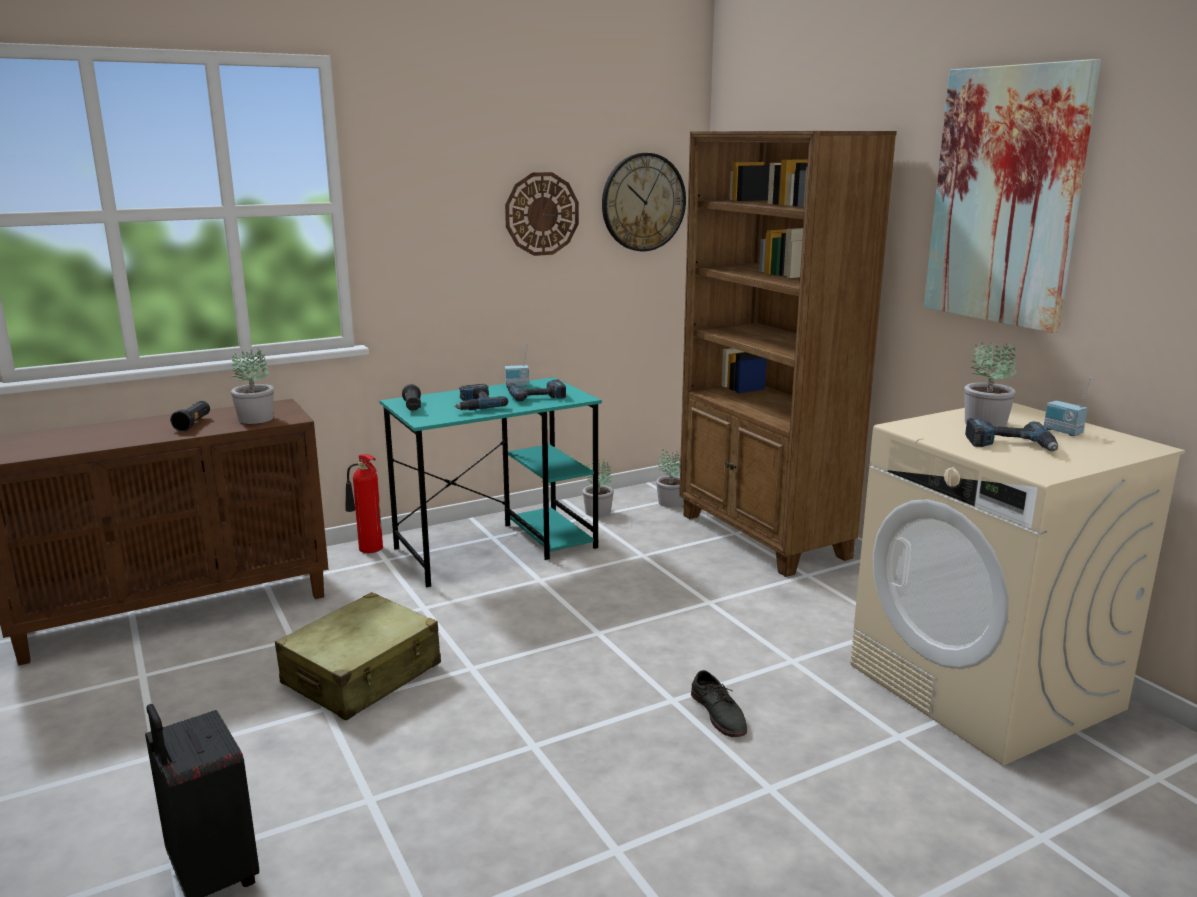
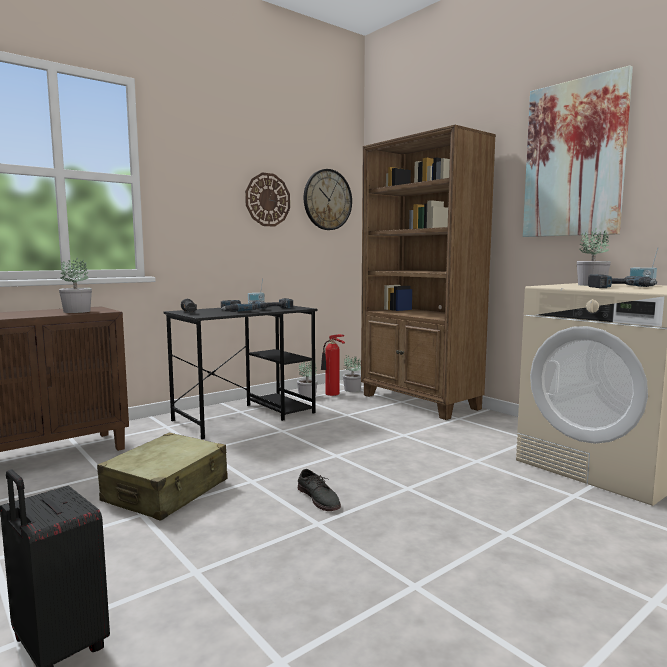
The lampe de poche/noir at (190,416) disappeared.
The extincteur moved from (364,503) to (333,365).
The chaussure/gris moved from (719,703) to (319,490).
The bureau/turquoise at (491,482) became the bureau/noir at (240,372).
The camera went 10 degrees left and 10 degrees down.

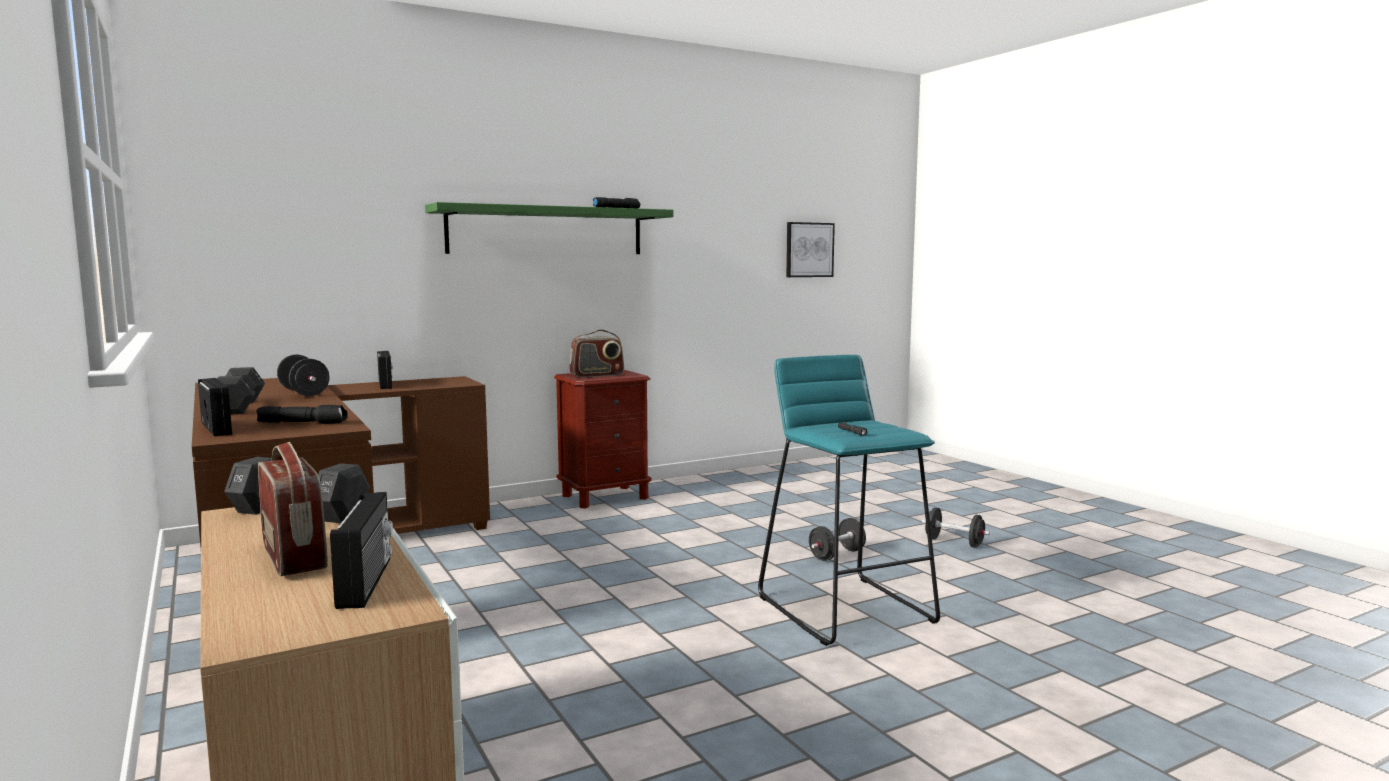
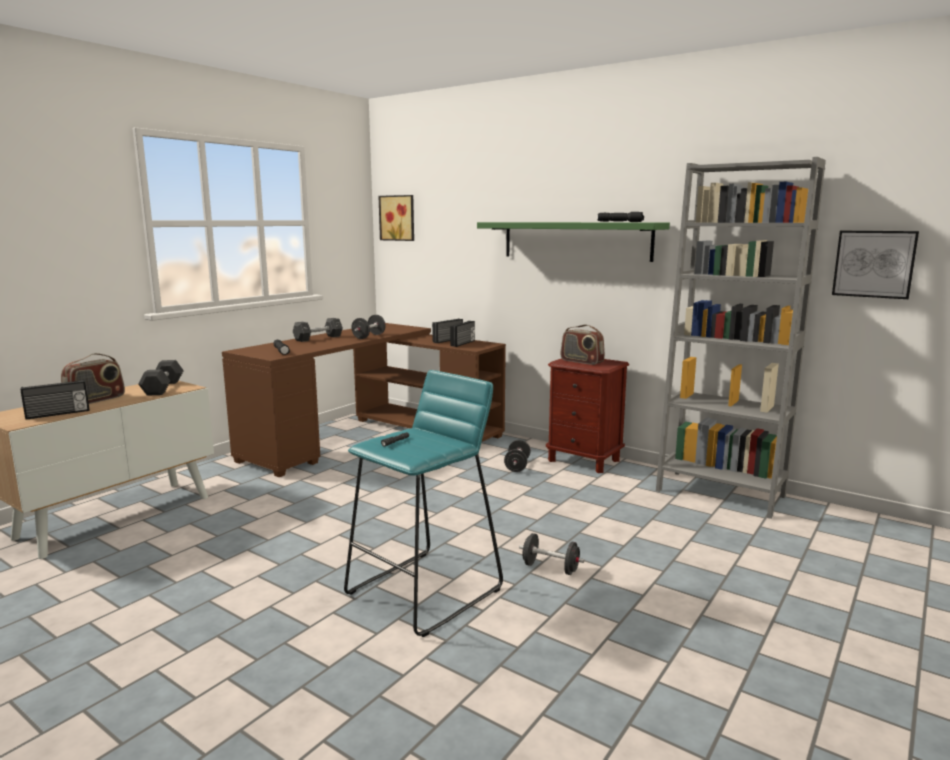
The tableau at (396,218) appeared.
The bibliothèque/gris at (741,338) appeared.
The radio moved from (215,407) to (462,334).
The haltère/noir moved from (955,528) to (517,456).
The camera went 65 degrees right and 5 degrees up.

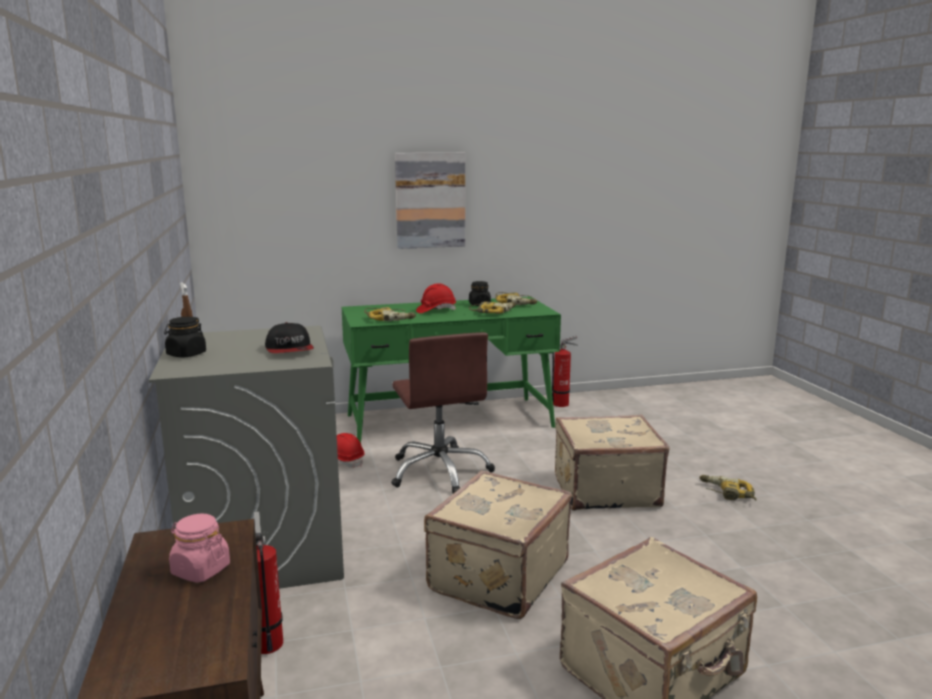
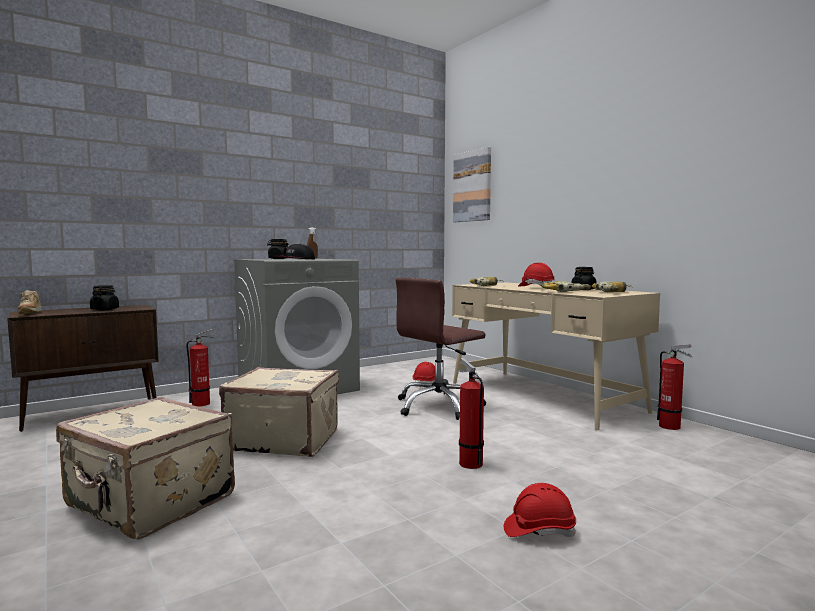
The chaussure/beige at (30,302) appeared.
The tableau moved from (430,201) to (472,184).
The valise/beige at (612,462) was replaced by the extincteur at (471,413).
The perceuse at (728,487) was replaced by the casque de chantier/rouge at (540,510).
The bocal/rose at (199,548) became the bocal/noir at (104,297).
The bureau/vert at (451,370) became the bureau/beige at (556,356).
The camera went 70 degrees right and 10 degrees down.

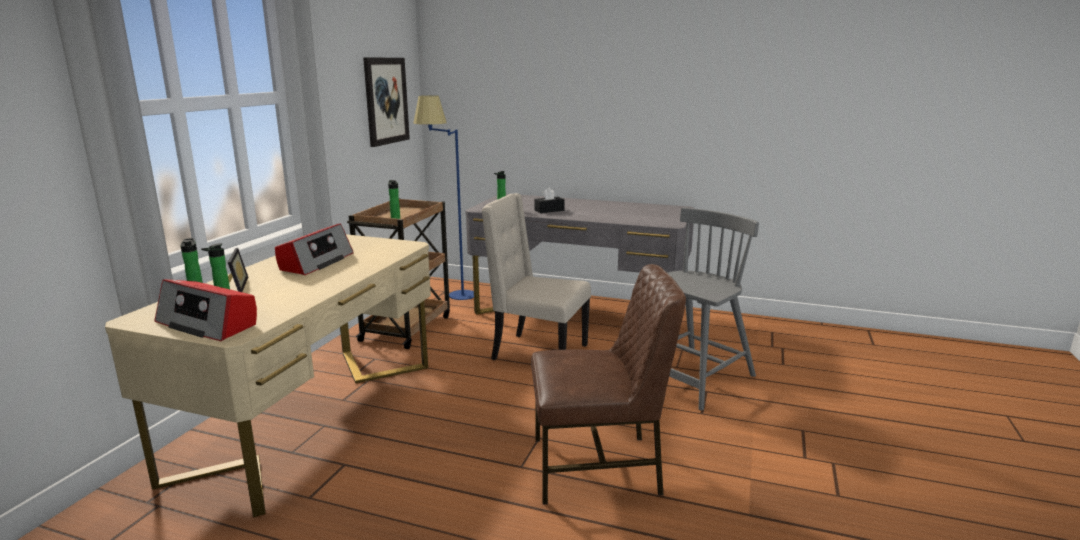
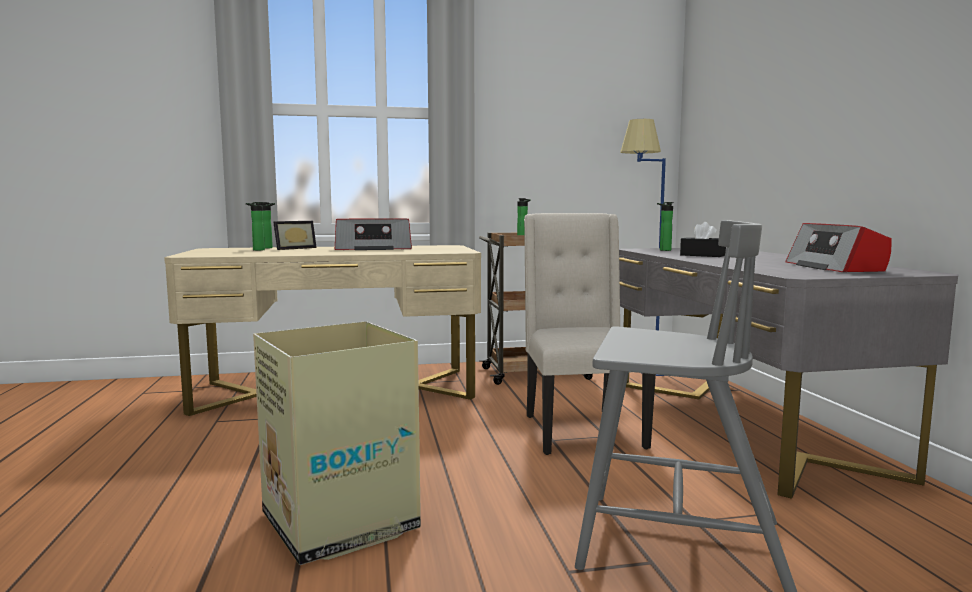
The tableau at (386,102) disappeared.
The radio moved from (205,310) to (839,247).
The chaise/marron at (608,384) was replaced by the carton at (337,443).
The camera went 60 degrees right and 10 degrees down.

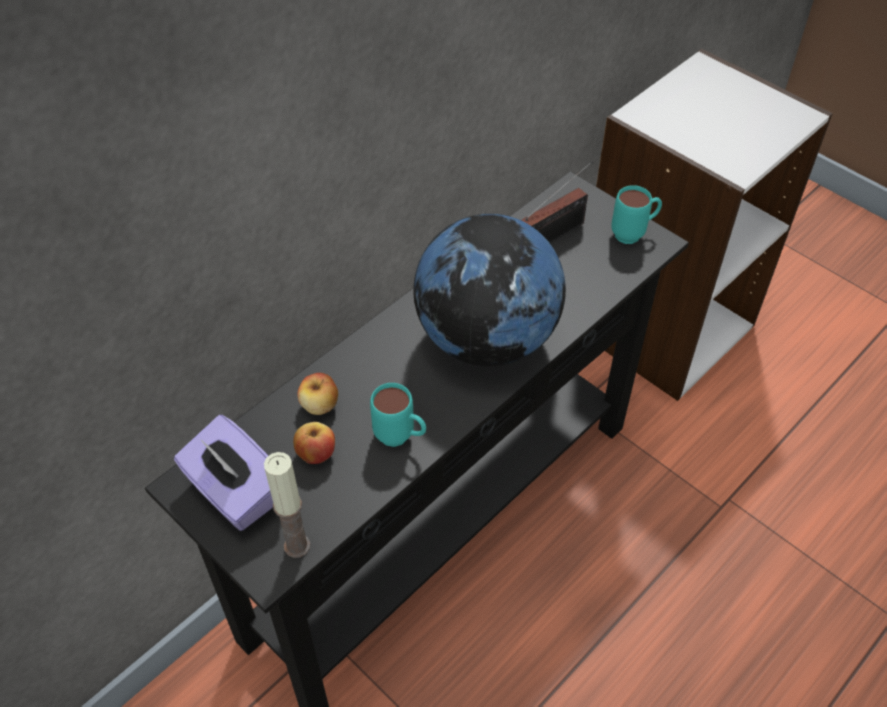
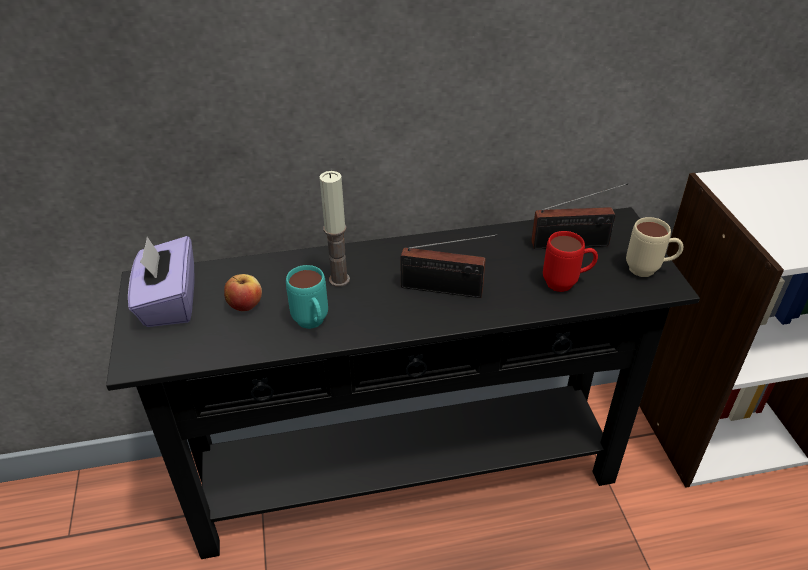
The pomme at (317,394) disappeared.
The mug/rouge at (570,261) appeared.
The bougie moved from (287,505) to (335,229).
The globe at (489,290) was replaced by the radio at (449,266).
The mug/turquoise at (636,214) became the mug/beige at (654,247).
The camera went 35 degrees right and 10 degrees down.

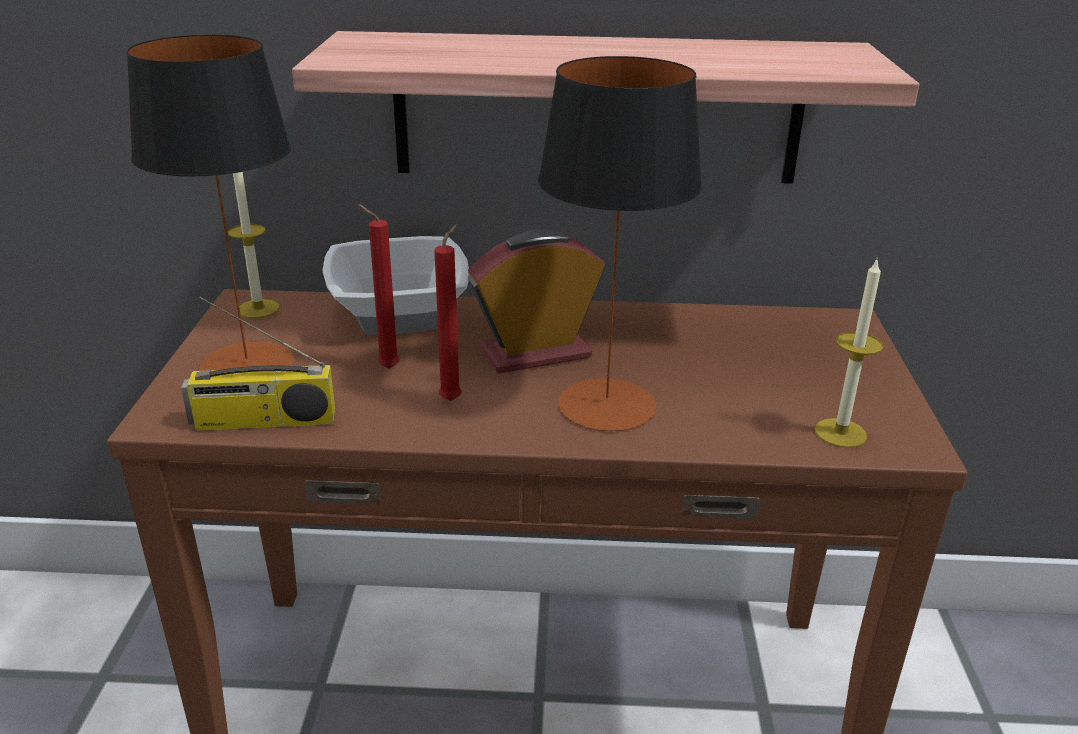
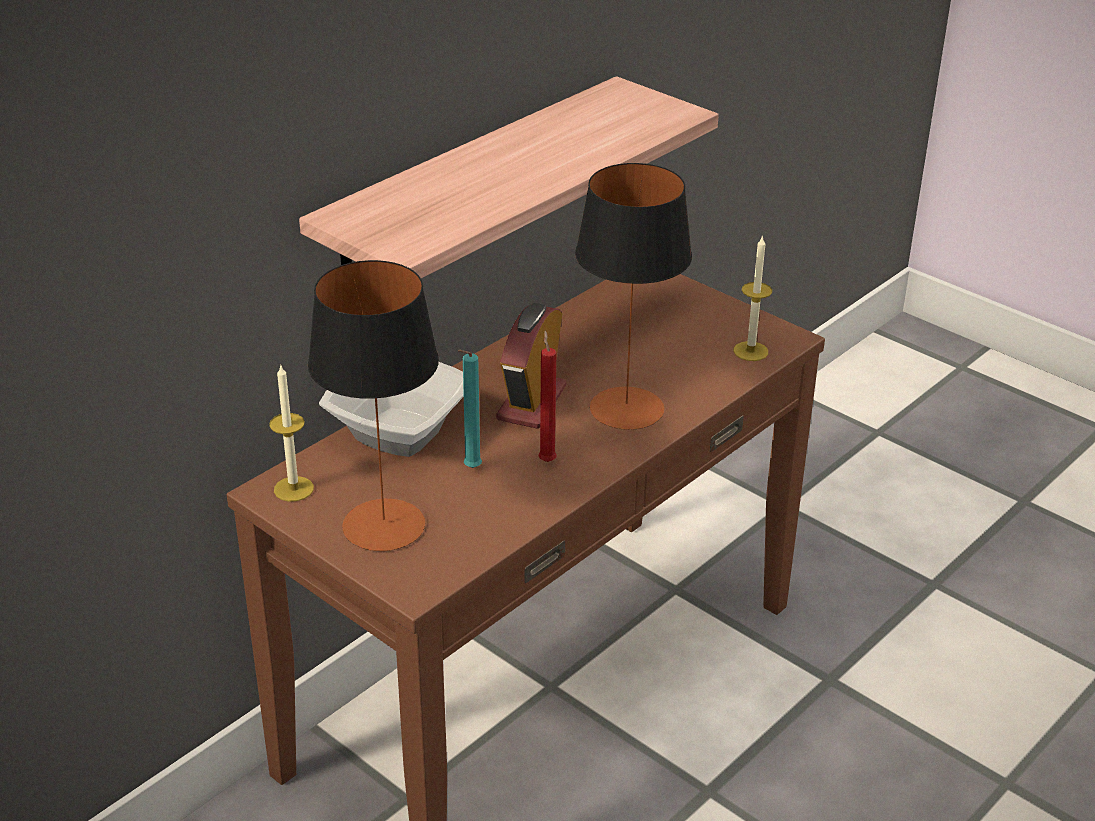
The radio at (258,363) disappeared.
The bougie/rouge at (378,286) became the bougie/turquoise at (470,409).
The camera went 50 degrees left and 5 degrees up.

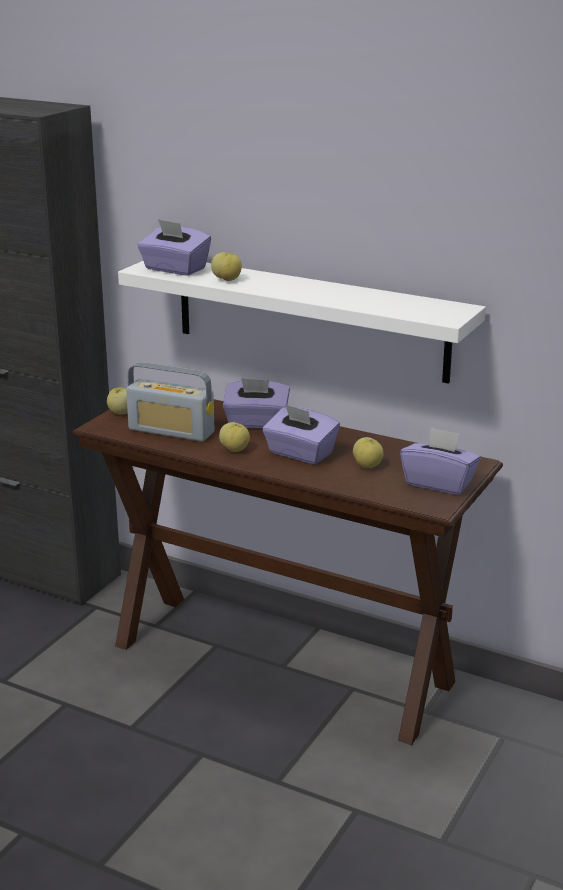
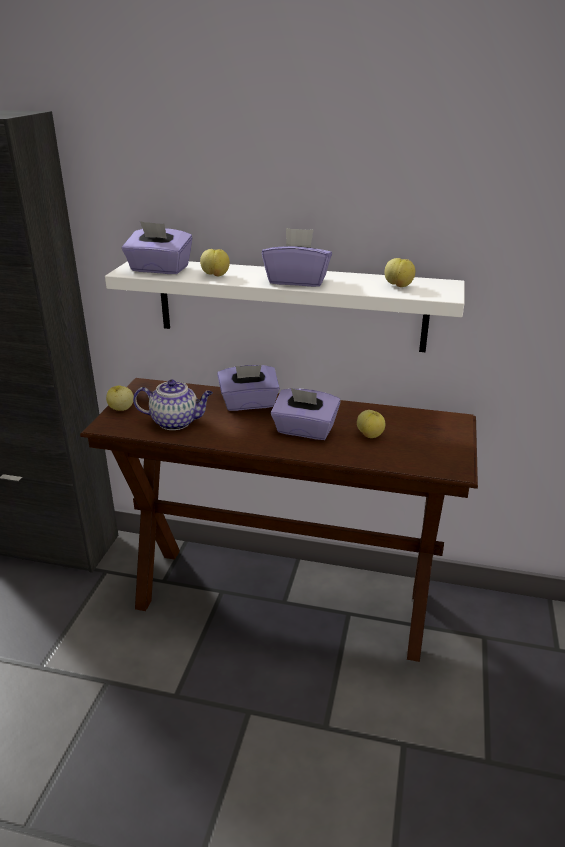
The pomme moved from (234,437) to (399,272).
The boîte à mouchoirs/violet moved from (440,461) to (297,257).
The radio at (170,402) was replaced by the théière at (173,404).
The camera went 15 degrees left and 5 degrees up.

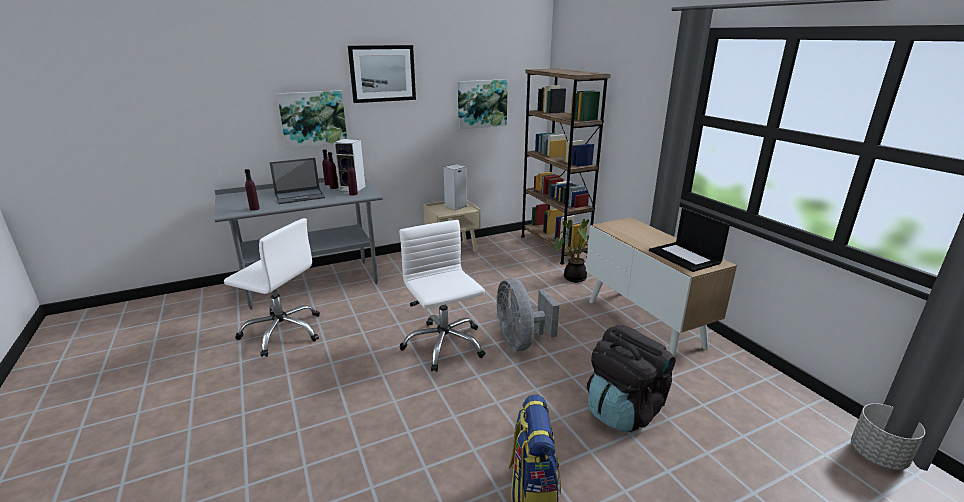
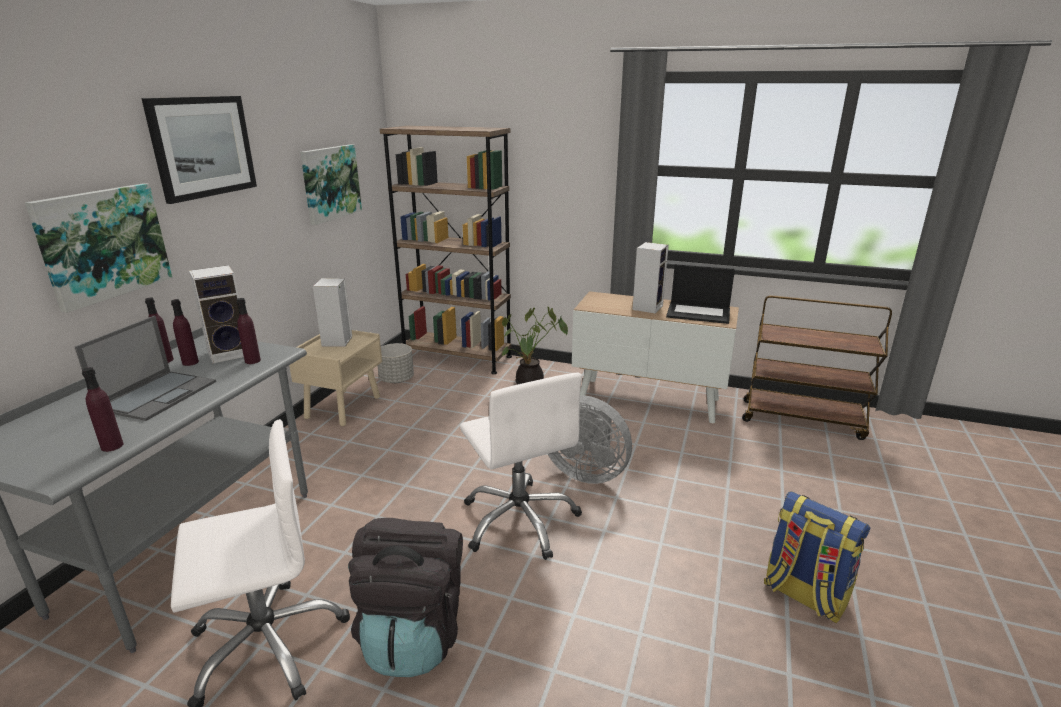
The enceinte at (651,278) appeared.
The chariot/marron at (817,367) appeared.
The sac à dos/noir moved from (631,378) to (405,597).
The cache-pot/gris moved from (888,436) to (396,363).
The chaise de bureau/blanc at (442,296) turned 135 degrees counterclockwise.
The camera went 45 degrees left and 0 degrees up.

